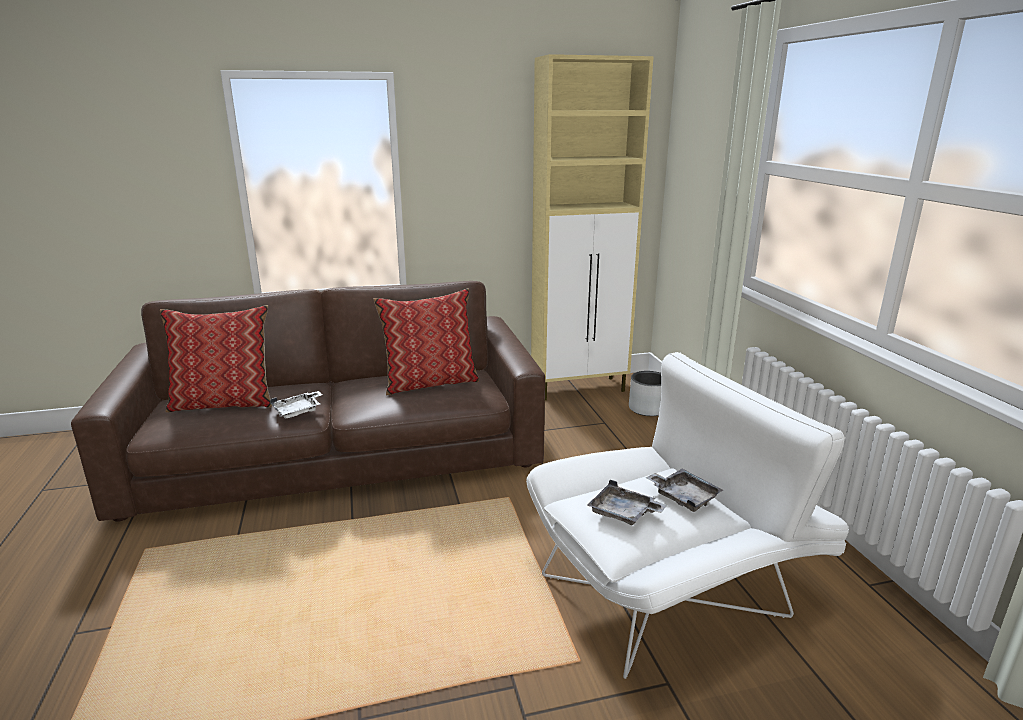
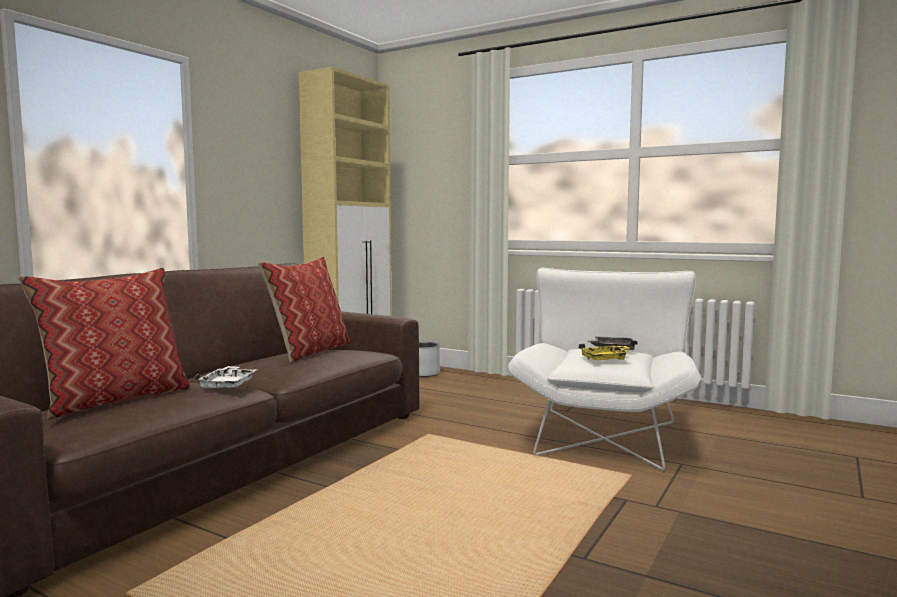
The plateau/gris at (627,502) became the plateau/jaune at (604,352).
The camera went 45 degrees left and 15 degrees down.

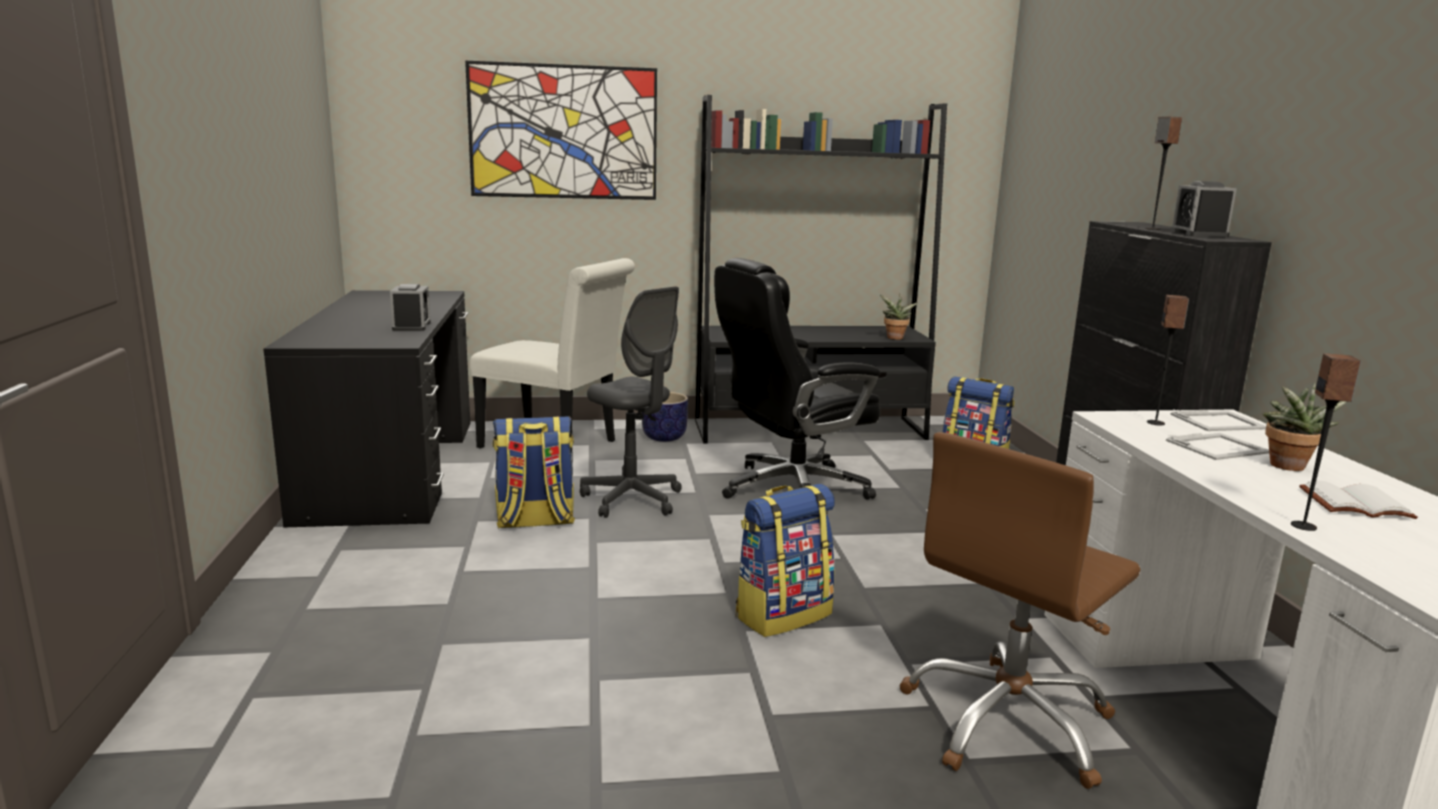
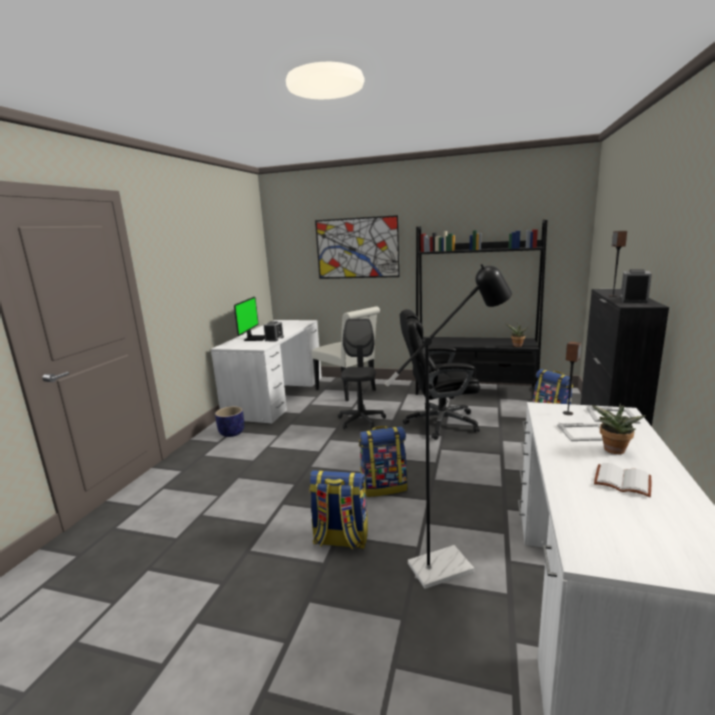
The enceinte at (1326,442) disappeared.
The écran d'ordinateur at (249,319) appeared.
The sac à dos moved from (534,472) to (338,509).
The cache-pot moved from (664,417) to (229,421).
The chaise de bureau/marron at (1020,610) was replaced by the lampadaire/noir at (448,426).
The bureau/noir at (366,408) became the bureau/blanc at (266,371).
The chaise de bureau/gris at (631,402) turned 150 degrees counterclockwise.
The camera went 25 degrees right and 0 degrees up.

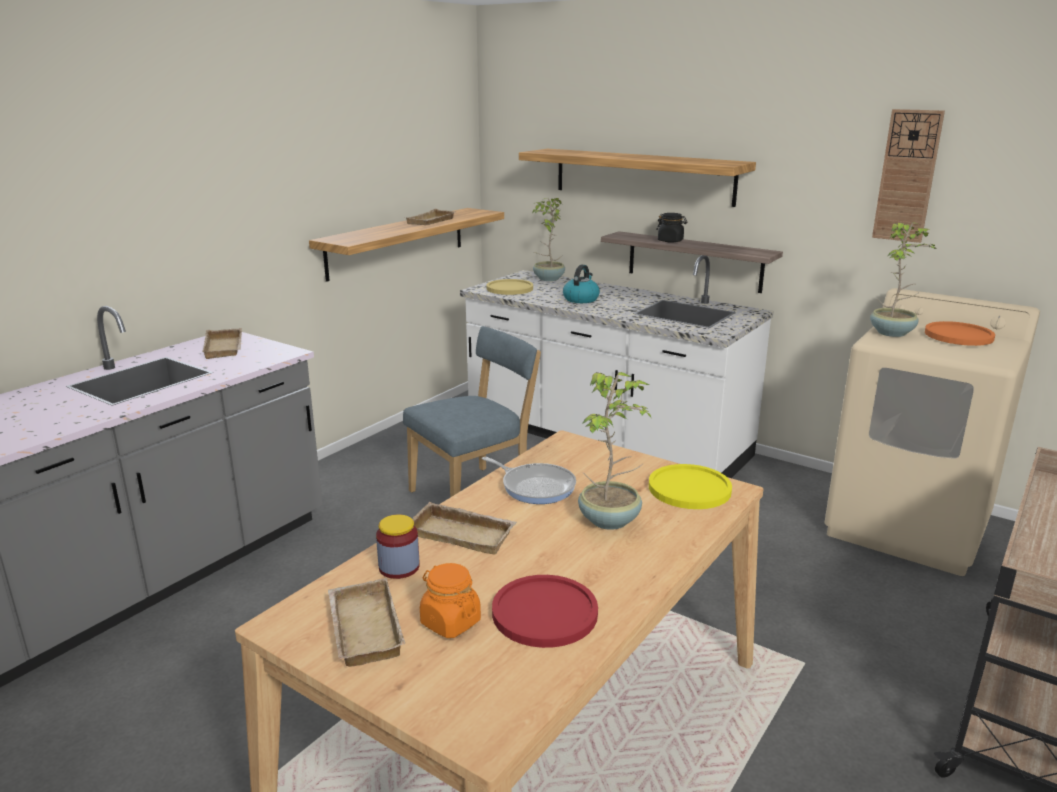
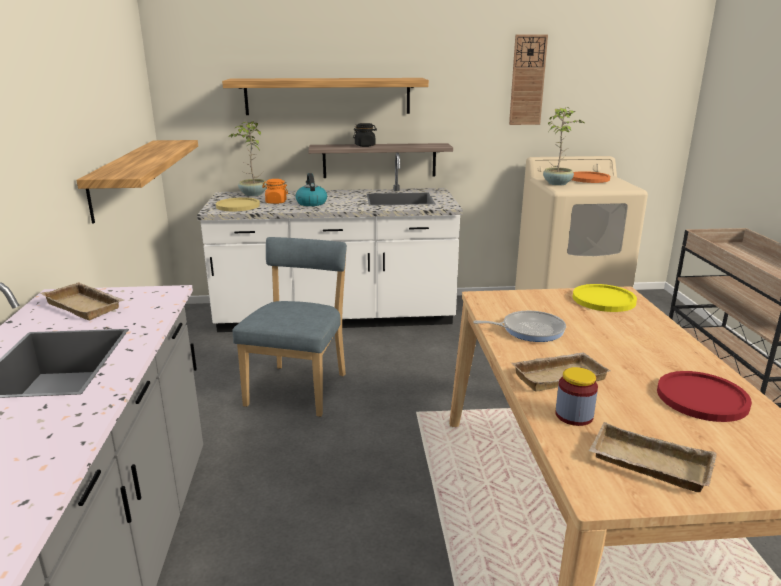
The plateau/beige at (430,217) disappeared.
The plante en pot at (614,451) disappeared.
The bocal/orange moved from (450,600) to (275,191).
The camera went 40 degrees left and 0 degrees up.

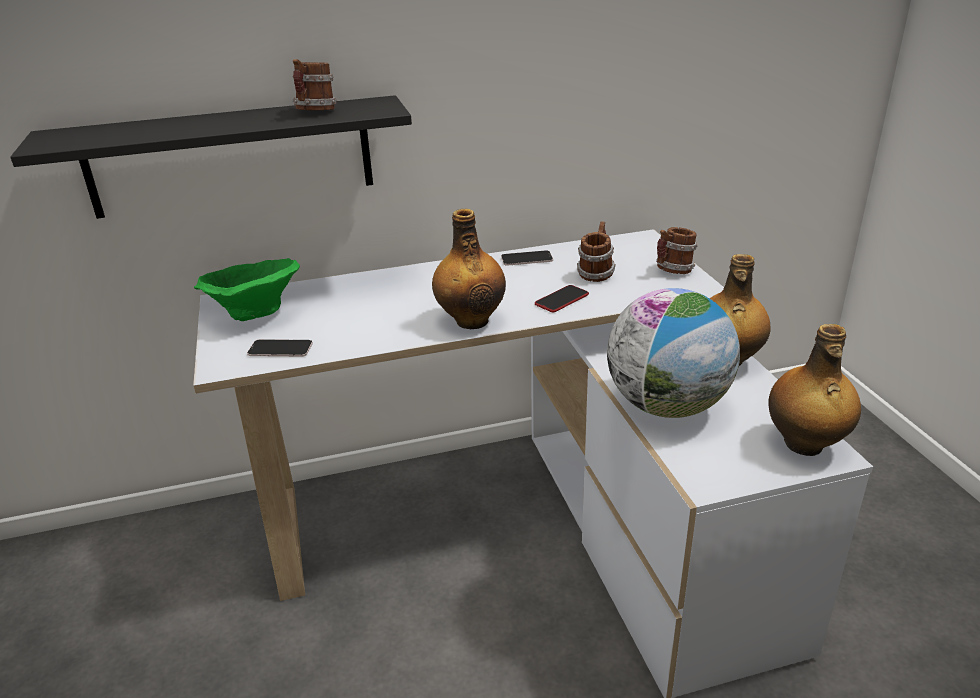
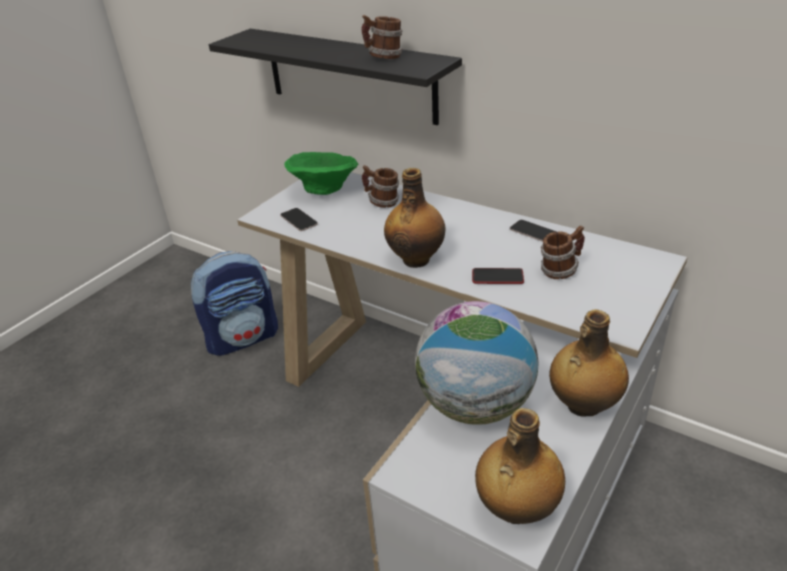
The sac à dos at (234,303) appeared.
The mug moved from (677,250) to (380,186).
The camera went 50 degrees right and 5 degrees up.

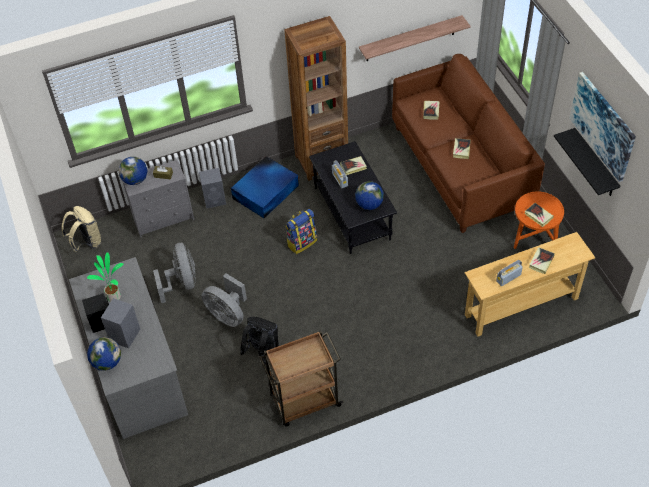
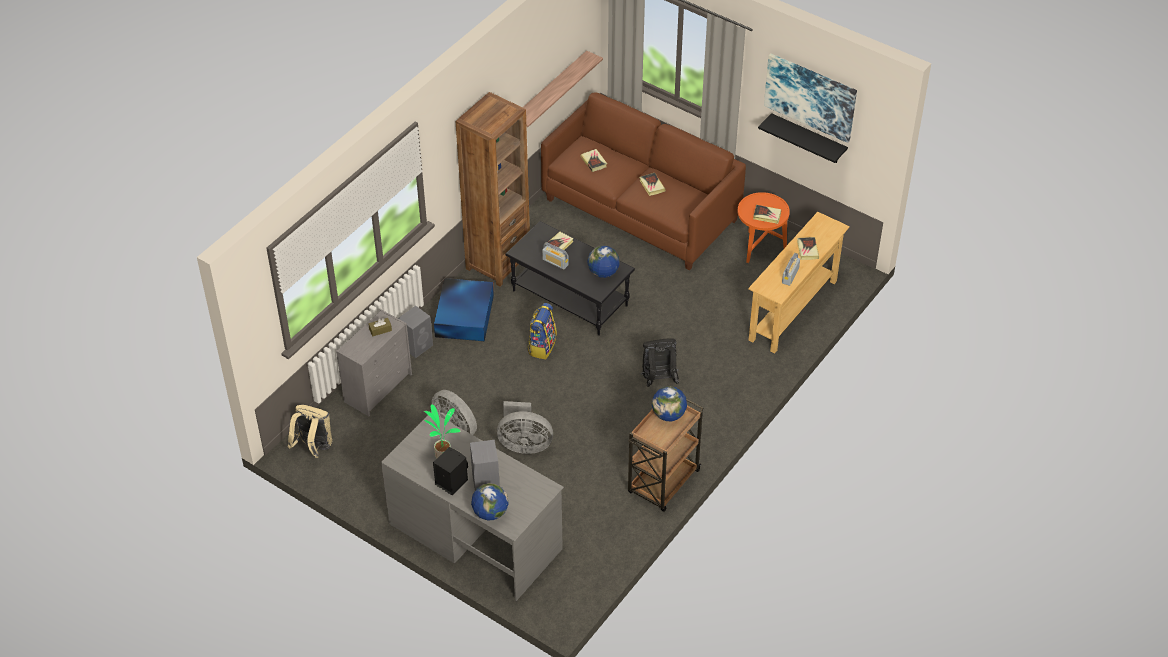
The globe moved from (133,171) to (669,403).
The sac à dos/noir moved from (259,340) to (660,362).
The camera went 35 degrees left and 5 degrees down.

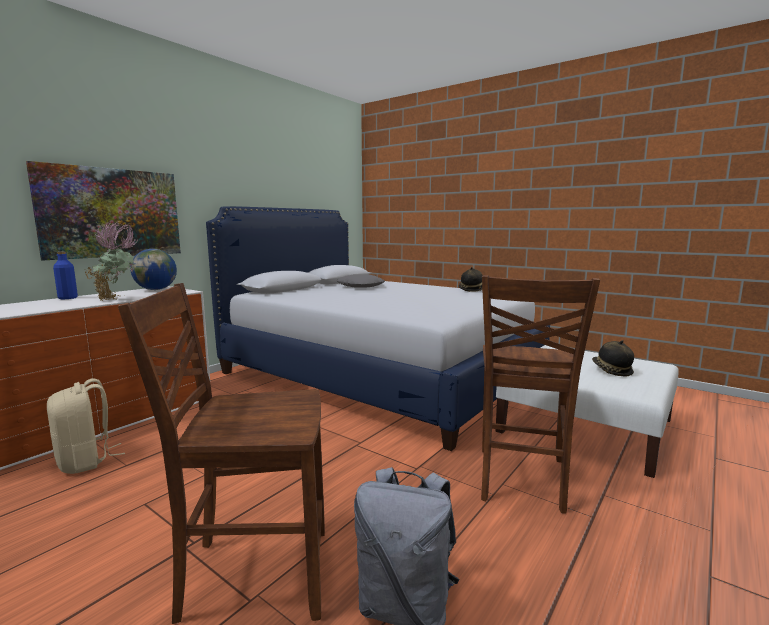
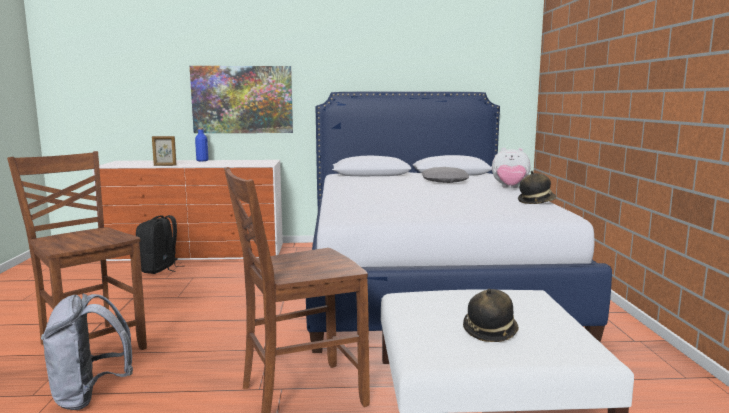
The plante en pot at (111,261) disappeared.
The globe at (153,269) disappeared.
The cadre photo at (164,151) appeared.
The peluche at (511,168) appeared.
The sac à dos/beige at (86,426) became the sac à dos/noir at (159,244).
The camera went 50 degrees right and 0 degrees up.

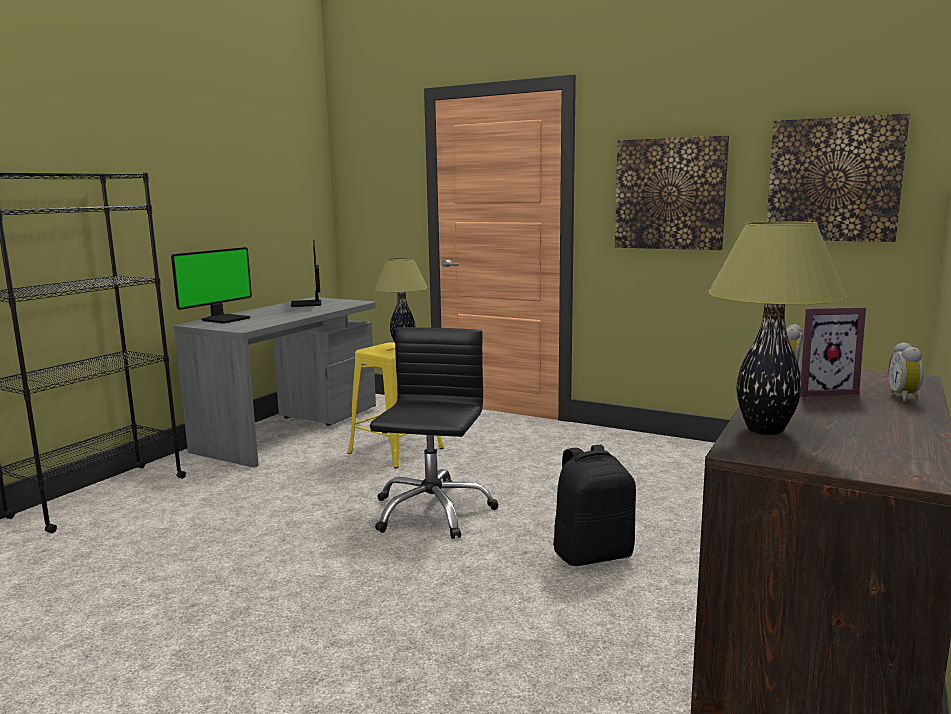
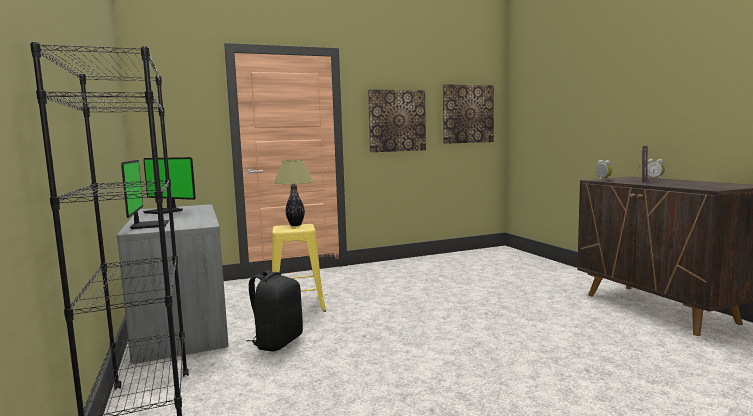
The chaise de bureau/noir at (434,433) disappeared.
The lampe de table at (778,328) disappeared.
The sac à dos/noir moved from (594,505) to (274,310).
The camera went 50 degrees left and 5 degrees down.

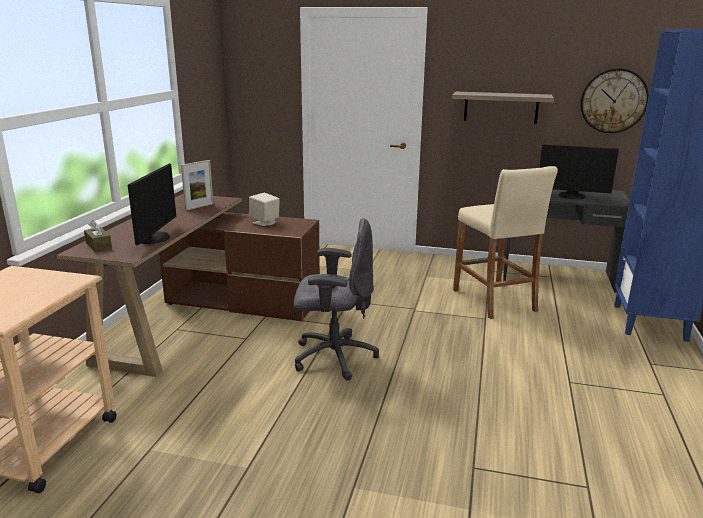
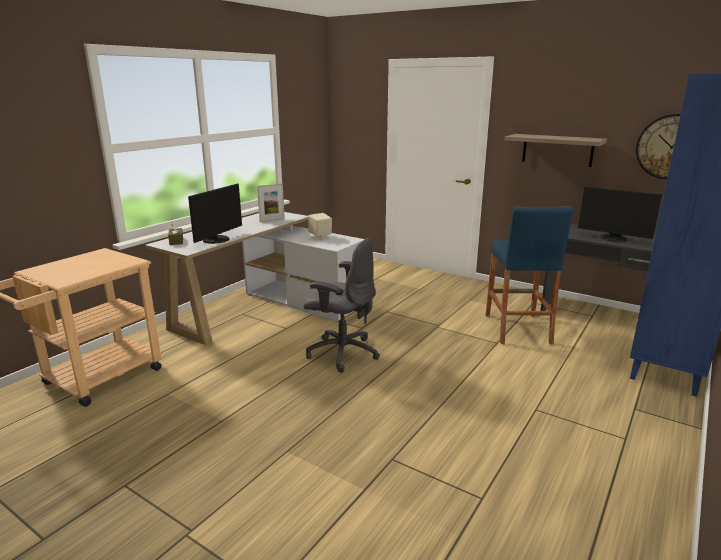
The bureau/marron at (188,285) became the bureau/blanc at (254,278).
The tabouret/beige at (505,242) became the tabouret/bleu at (530,275).
The camera went 20 degrees right and 0 degrees up.

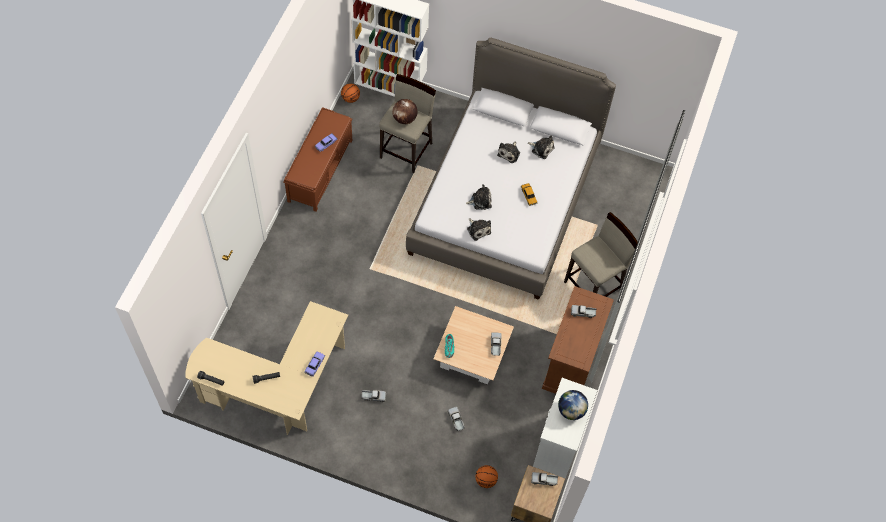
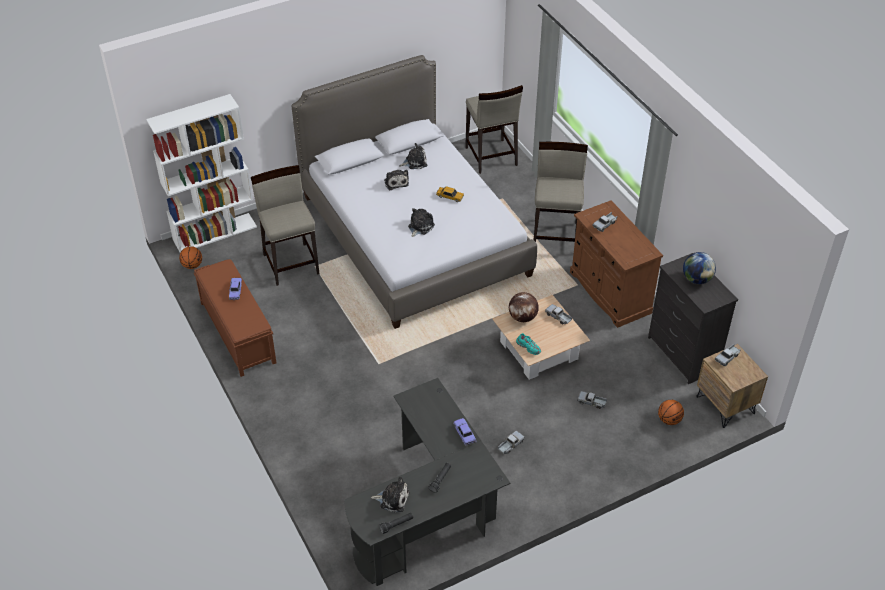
The tabouret/beige at (494,129) appeared.
The globe moved from (405,111) to (524,307).
The peluche moved from (479,229) to (390,494).
The bureau/beige at (266,368) became the bureau/noir at (427,482).
The commode/blanc at (565,428) became the commode/noir at (693,318).
The camera went 45 degrees left and 15 degrees down.

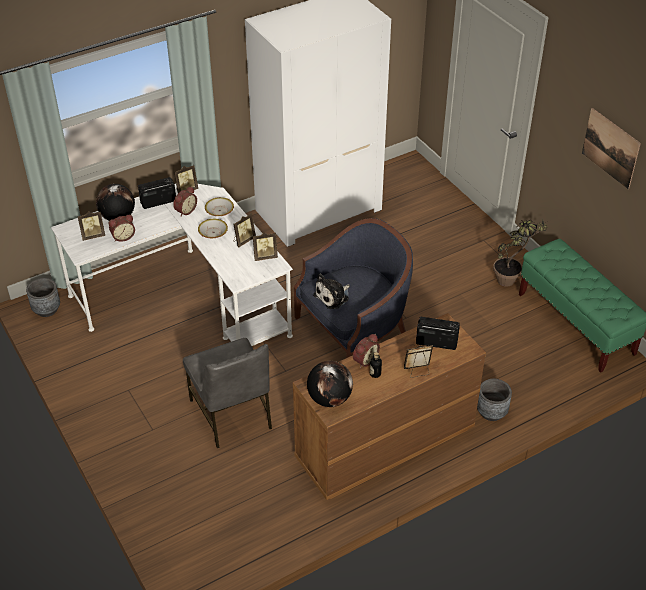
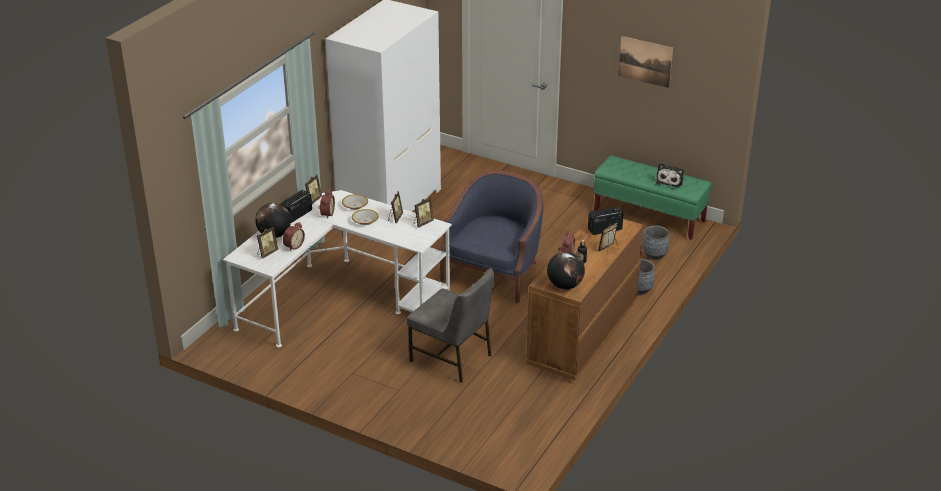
The plante en pot at (520,253) disappeared.
The cache-pot/gris moved from (43,297) to (656,242).
The peluche moved from (331,291) to (670,175).
The camera went 30 degrees left and 10 degrees down.

